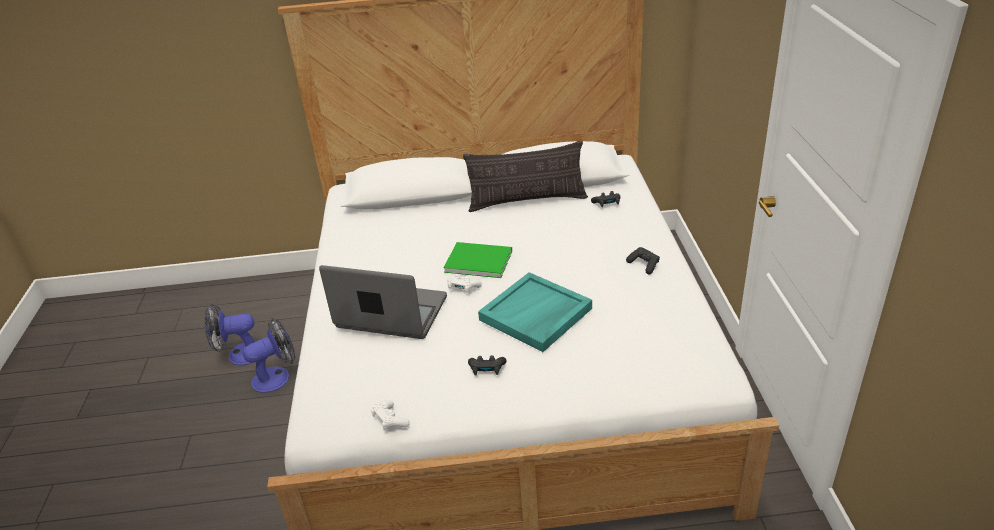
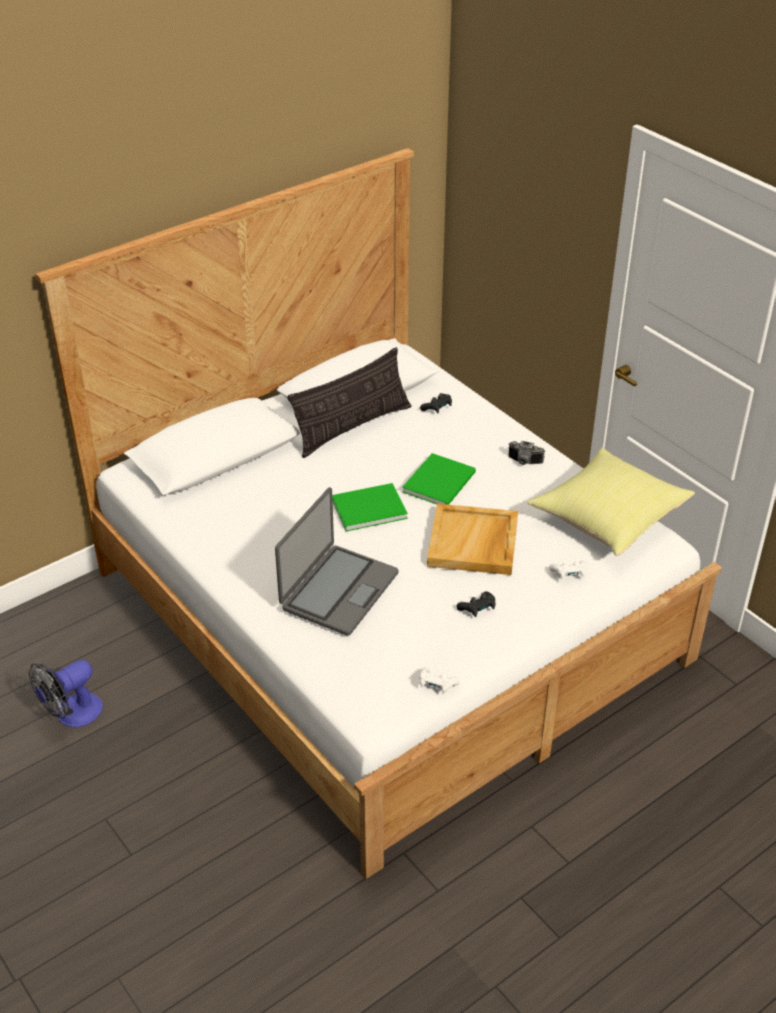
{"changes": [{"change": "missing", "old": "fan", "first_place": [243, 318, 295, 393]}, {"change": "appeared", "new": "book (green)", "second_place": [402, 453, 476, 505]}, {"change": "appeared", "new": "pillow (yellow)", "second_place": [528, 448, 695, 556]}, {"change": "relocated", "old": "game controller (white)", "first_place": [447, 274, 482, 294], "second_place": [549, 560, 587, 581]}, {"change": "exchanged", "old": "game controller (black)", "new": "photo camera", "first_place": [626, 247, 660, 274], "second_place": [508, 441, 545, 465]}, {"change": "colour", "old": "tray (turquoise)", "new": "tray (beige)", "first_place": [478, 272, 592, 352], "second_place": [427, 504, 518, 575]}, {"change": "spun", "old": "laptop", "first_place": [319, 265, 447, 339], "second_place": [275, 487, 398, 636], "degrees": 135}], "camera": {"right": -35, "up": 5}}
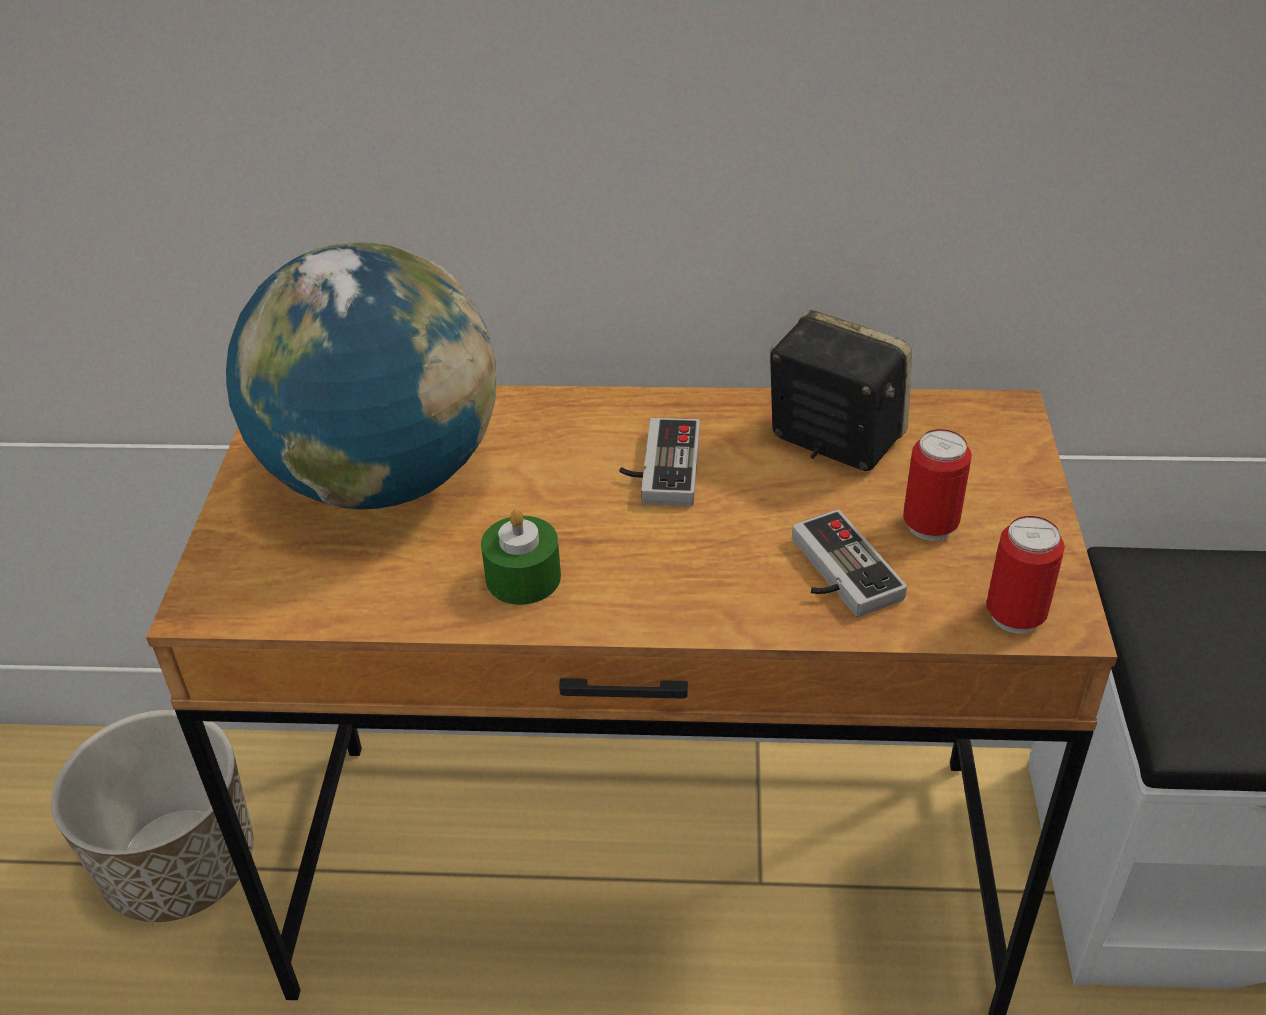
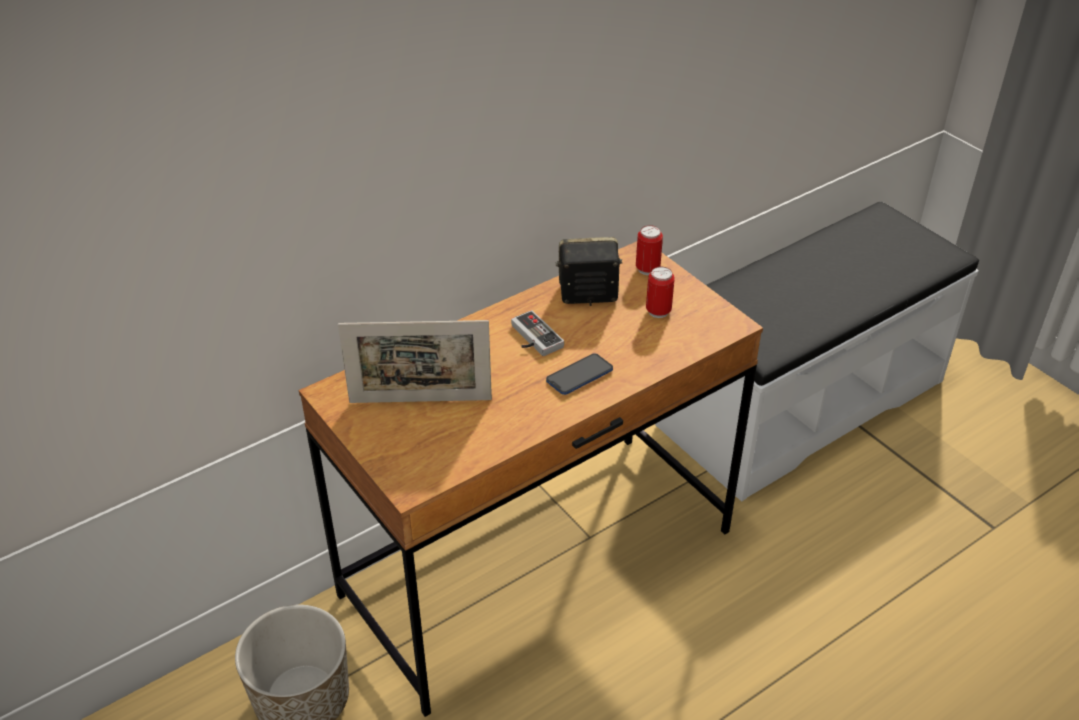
{"changes": [{"change": "missing", "old": "candle (green)", "first_place": [481, 509, 561, 605]}, {"change": "missing", "old": "game controller", "first_place": [792, 509, 907, 617]}, {"change": "appeared", "new": "phone", "second_place": [546, 354, 613, 395]}, {"change": "relocated", "old": "can", "first_place": [987, 516, 1065, 634], "second_place": [636, 225, 663, 275]}, {"change": "exchanged", "old": "globe", "new": "picture frame", "first_place": [226, 242, 497, 509], "second_place": [338, 320, 492, 403]}], "camera": {"right": -40, "up": 0}}
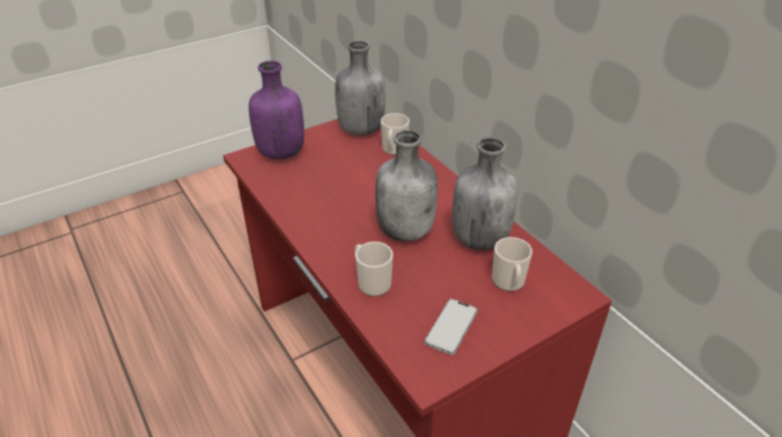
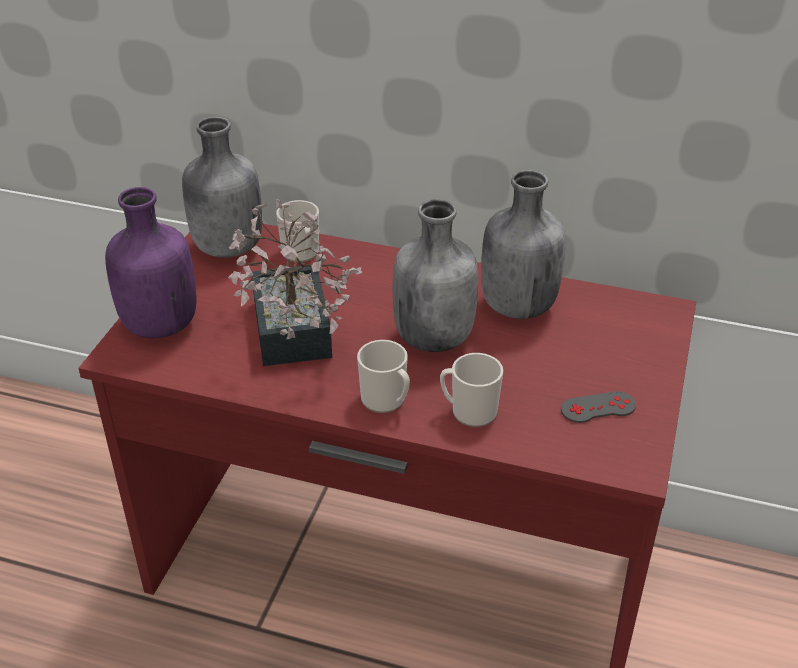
{"changes": [{"change": "appeared", "new": "potted plant", "second_place": [228, 199, 362, 366]}, {"change": "relocated", "old": "mug", "first_place": [492, 237, 532, 291], "second_place": [357, 340, 410, 413]}, {"change": "exchanged", "old": "phone", "new": "game controller (grey)", "first_place": [424, 299, 477, 355], "second_place": [561, 391, 636, 423]}], "camera": {"right": -40, "up": 0}}
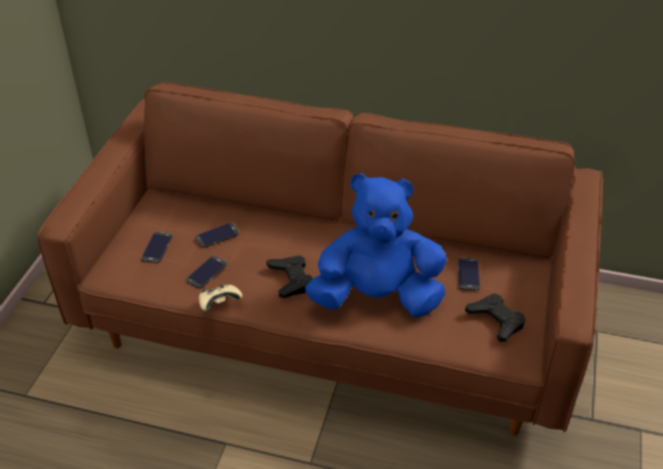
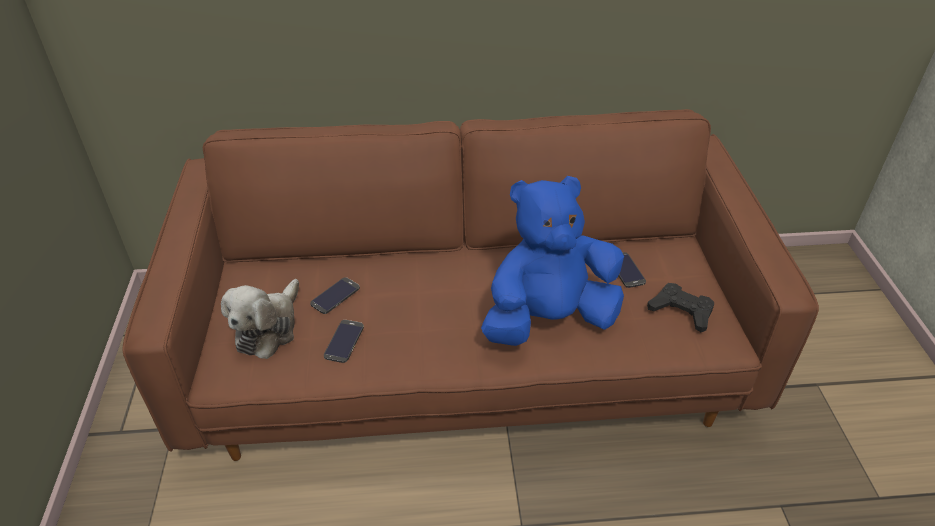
{"changes": [{"change": "missing", "old": "game controller (beige)", "first_place": [199, 284, 242, 311]}, {"change": "missing", "old": "game controller (black)", "first_place": [266, 255, 313, 298]}, {"change": "exchanged", "old": "phone", "new": "plush toy", "first_place": [141, 232, 172, 263], "second_place": [221, 279, 299, 359]}], "camera": {"right": -20, "up": 0}}
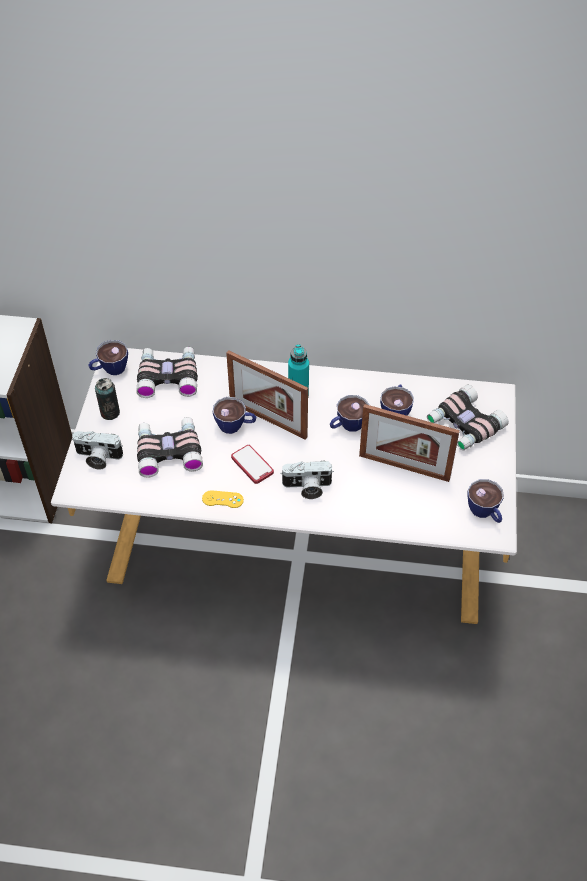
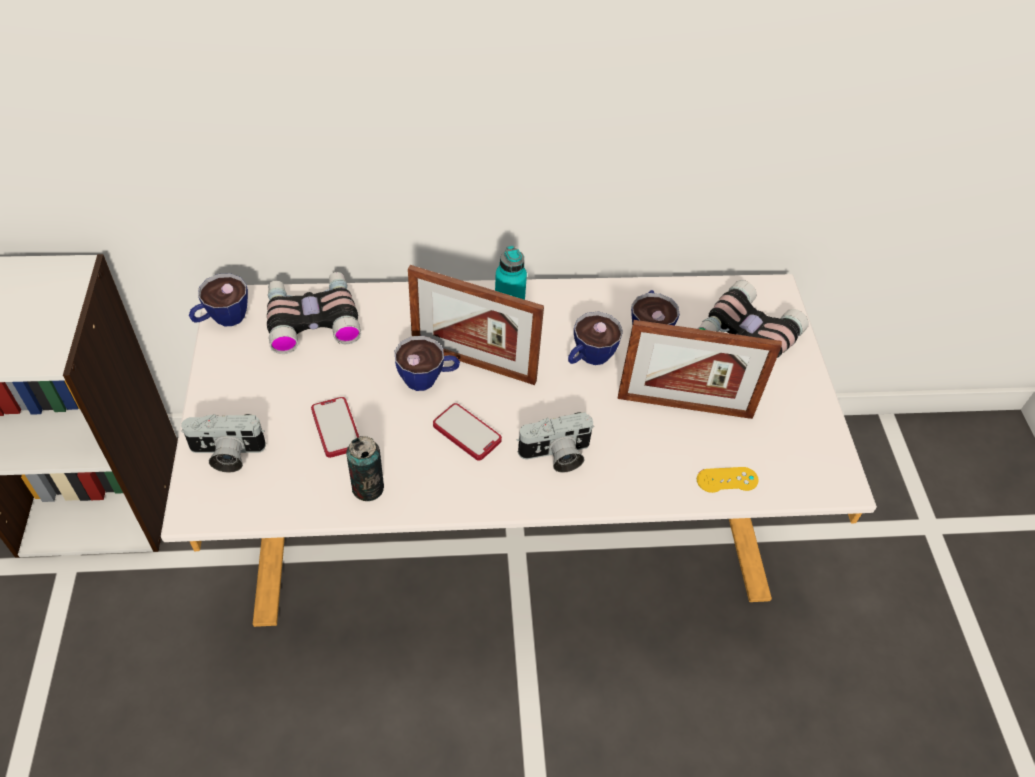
{"changes": [{"change": "missing", "old": "cup", "first_place": [467, 479, 504, 523]}, {"change": "relocated", "old": "can", "first_place": [95, 378, 120, 420], "second_place": [346, 436, 384, 501]}, {"change": "relocated", "old": "game controller (yellow)", "first_place": [202, 490, 244, 508], "second_place": [697, 467, 759, 493]}, {"change": "exchanged", "old": "binoculars", "new": "phone", "first_place": [137, 417, 203, 478], "second_place": [311, 397, 359, 458]}], "camera": {"right": -15, "up": 0}}
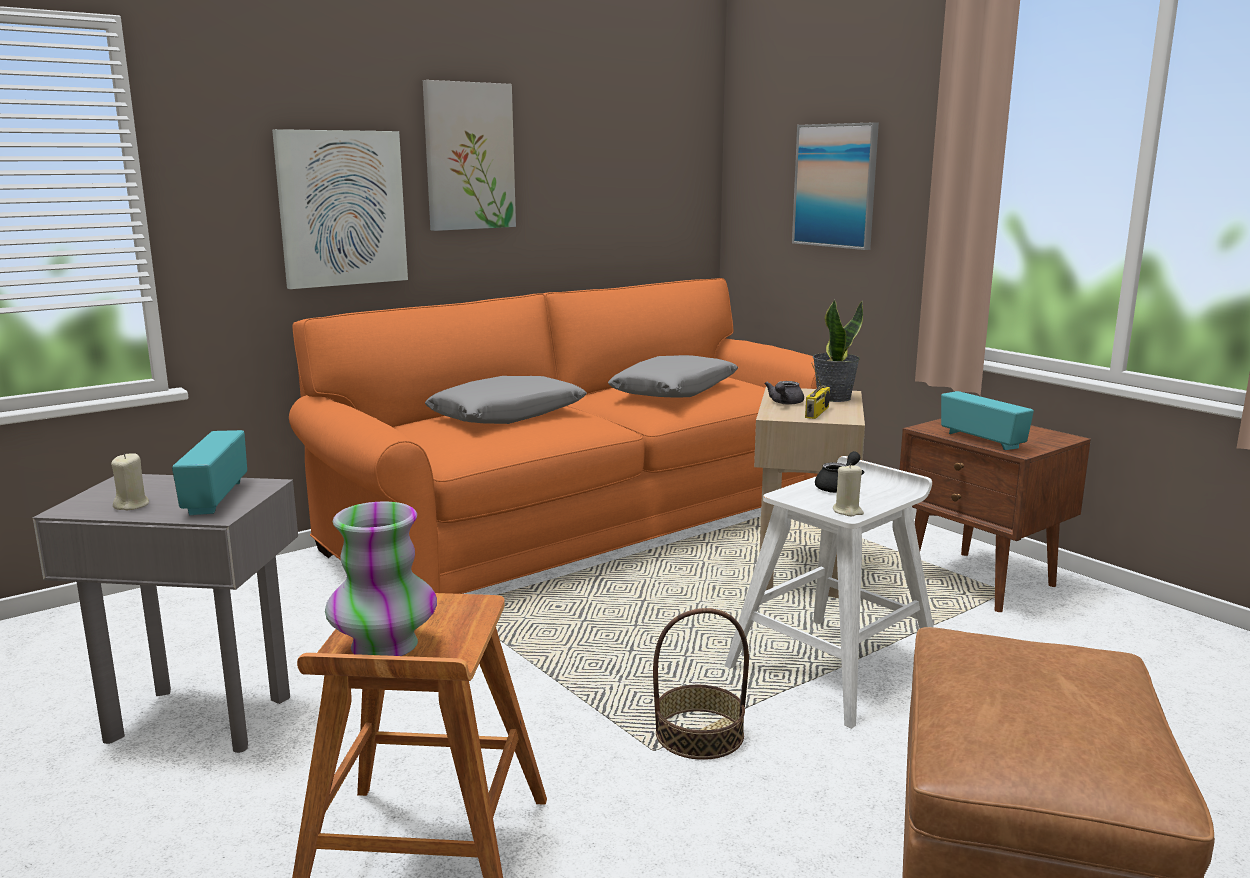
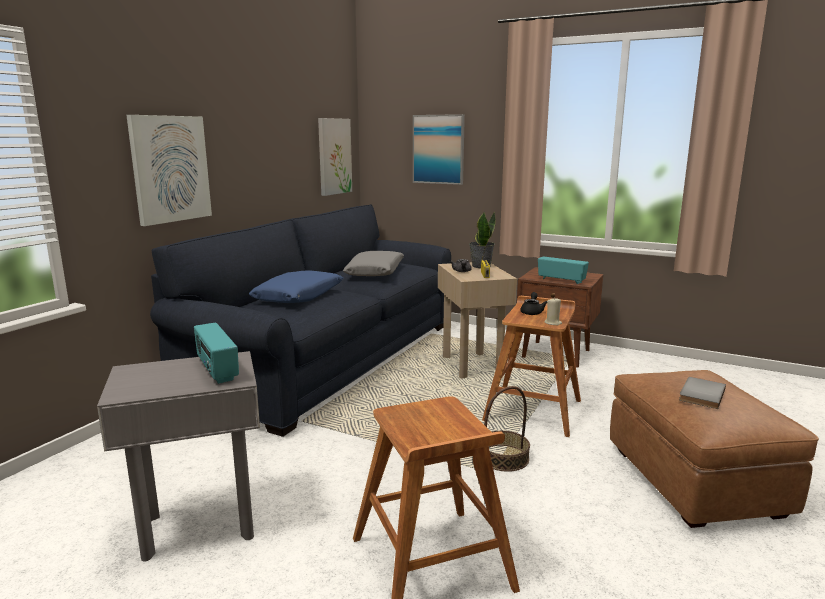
{"changes": [{"change": "missing", "old": "candle (beige)", "first_place": [111, 453, 149, 510]}, {"change": "missing", "old": "vase", "first_place": [325, 501, 437, 656]}, {"change": "appeared", "new": "book (grey)", "second_place": [679, 377, 726, 409]}, {"change": "relocated", "old": "picture", "first_place": [423, 80, 516, 231], "second_place": [318, 118, 352, 196]}, {"change": "colour", "old": "sofa (orange)", "new": "sofa (blue)", "first_place": [289, 278, 818, 594], "second_place": [150, 204, 451, 437]}, {"change": "colour", "old": "pillow (grey)", "new": "pillow (blue)", "first_place": [425, 376, 587, 424], "second_place": [249, 270, 343, 303]}, {"change": "colour", "old": "stool (white)", "new": "stool (brown)", "first_place": [725, 456, 933, 729], "second_place": [482, 296, 581, 437]}], "camera": {"right": -25, "up": 0}}
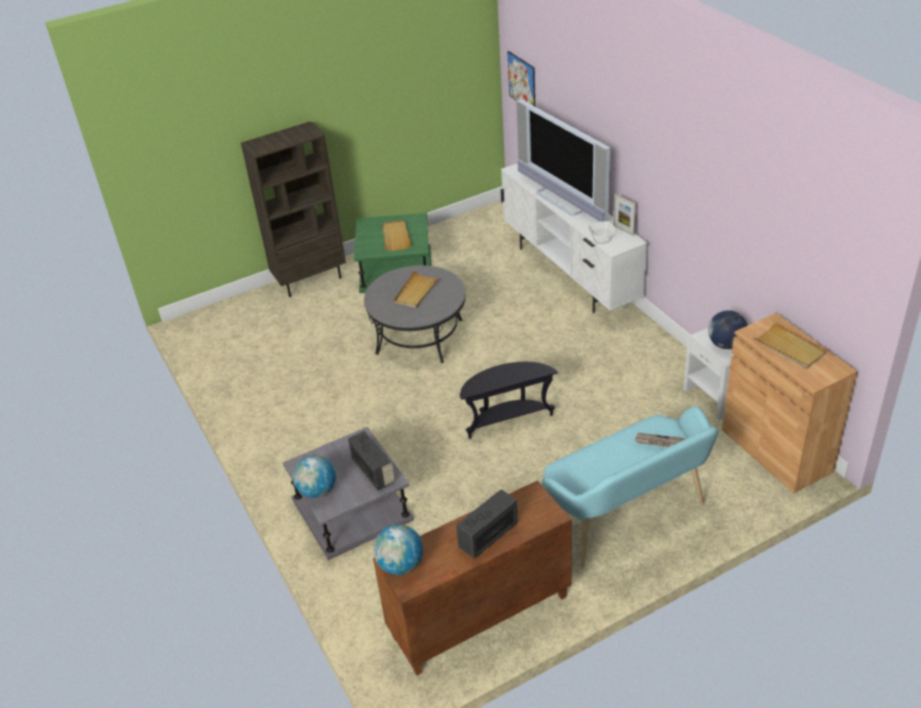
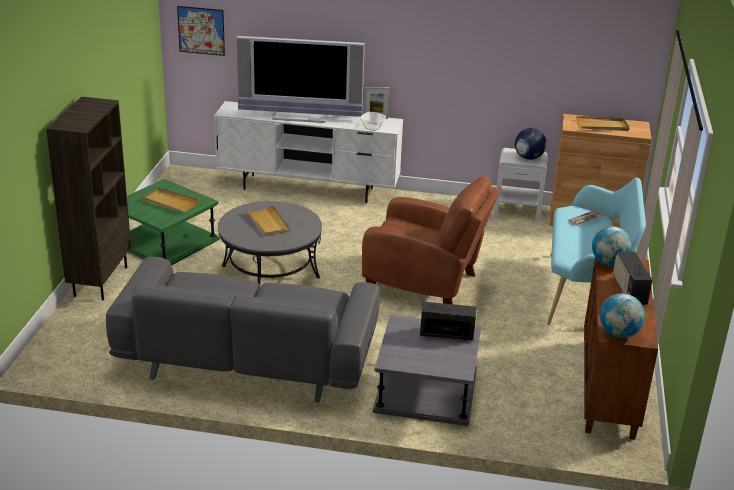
{"changes": [{"change": "appeared", "new": "sofa (grey)", "second_place": [106, 257, 380, 403]}, {"change": "relocated", "old": "globe", "first_place": [293, 455, 336, 498], "second_place": [592, 226, 633, 266]}, {"change": "exchanged", "old": "side table (black)", "new": "armchair (brown)", "first_place": [460, 362, 558, 439], "second_place": [362, 176, 500, 304]}], "camera": {"right": -55, "up": -10}}
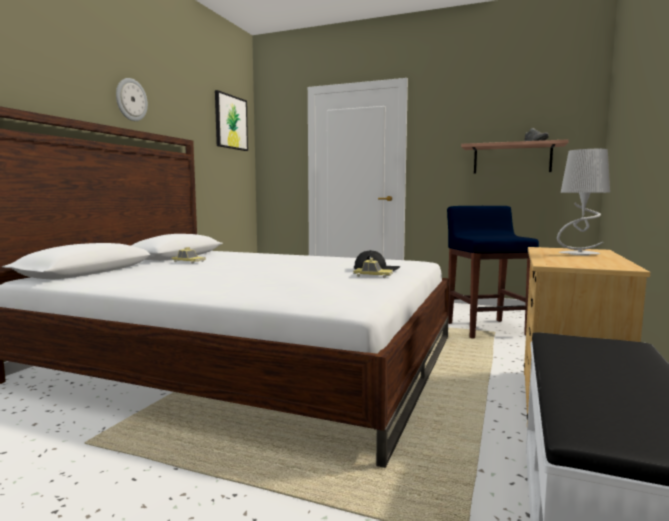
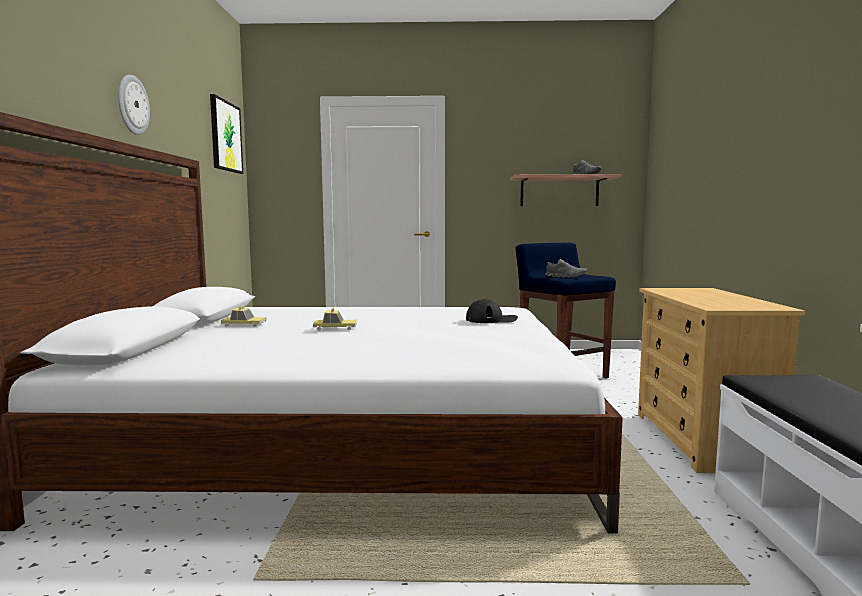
{"changes": [{"change": "missing", "old": "table lamp (grey)", "first_place": [557, 149, 610, 255]}, {"change": "appeared", "new": "shoe (grey)", "second_place": [545, 259, 587, 278]}, {"change": "relocated", "old": "toy car", "first_place": [353, 258, 393, 278], "second_place": [313, 308, 357, 330]}], "camera": {"right": -20, "up": 0}}
